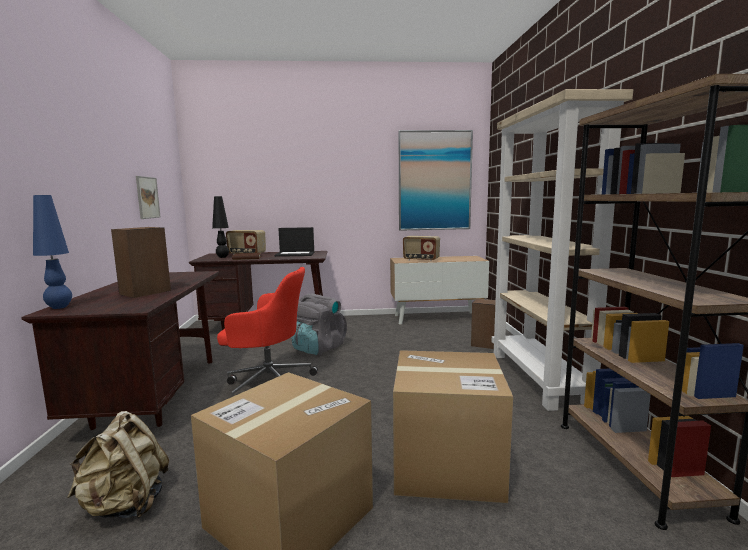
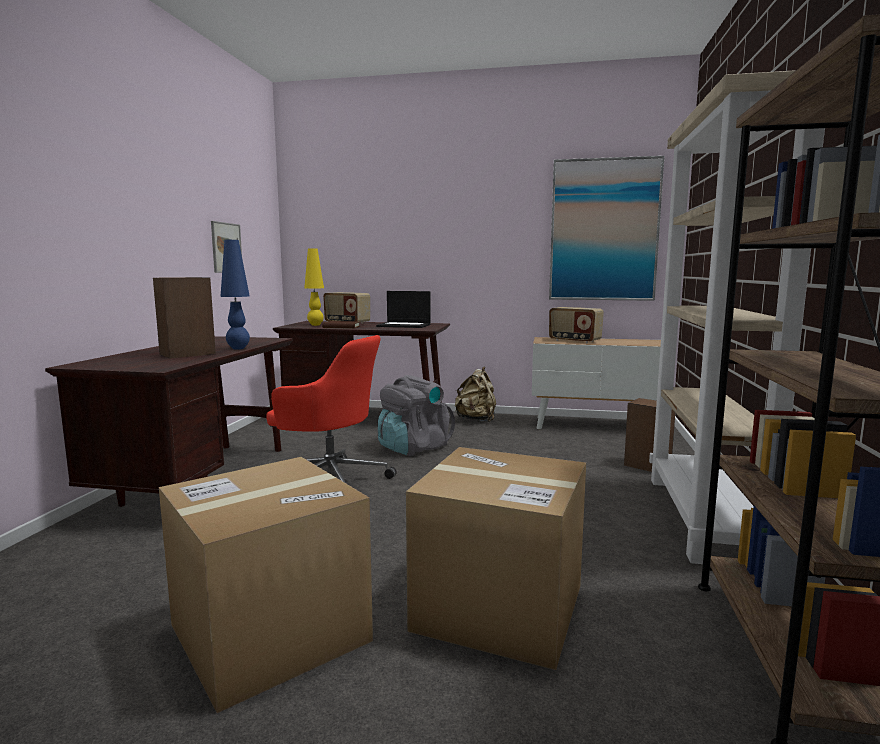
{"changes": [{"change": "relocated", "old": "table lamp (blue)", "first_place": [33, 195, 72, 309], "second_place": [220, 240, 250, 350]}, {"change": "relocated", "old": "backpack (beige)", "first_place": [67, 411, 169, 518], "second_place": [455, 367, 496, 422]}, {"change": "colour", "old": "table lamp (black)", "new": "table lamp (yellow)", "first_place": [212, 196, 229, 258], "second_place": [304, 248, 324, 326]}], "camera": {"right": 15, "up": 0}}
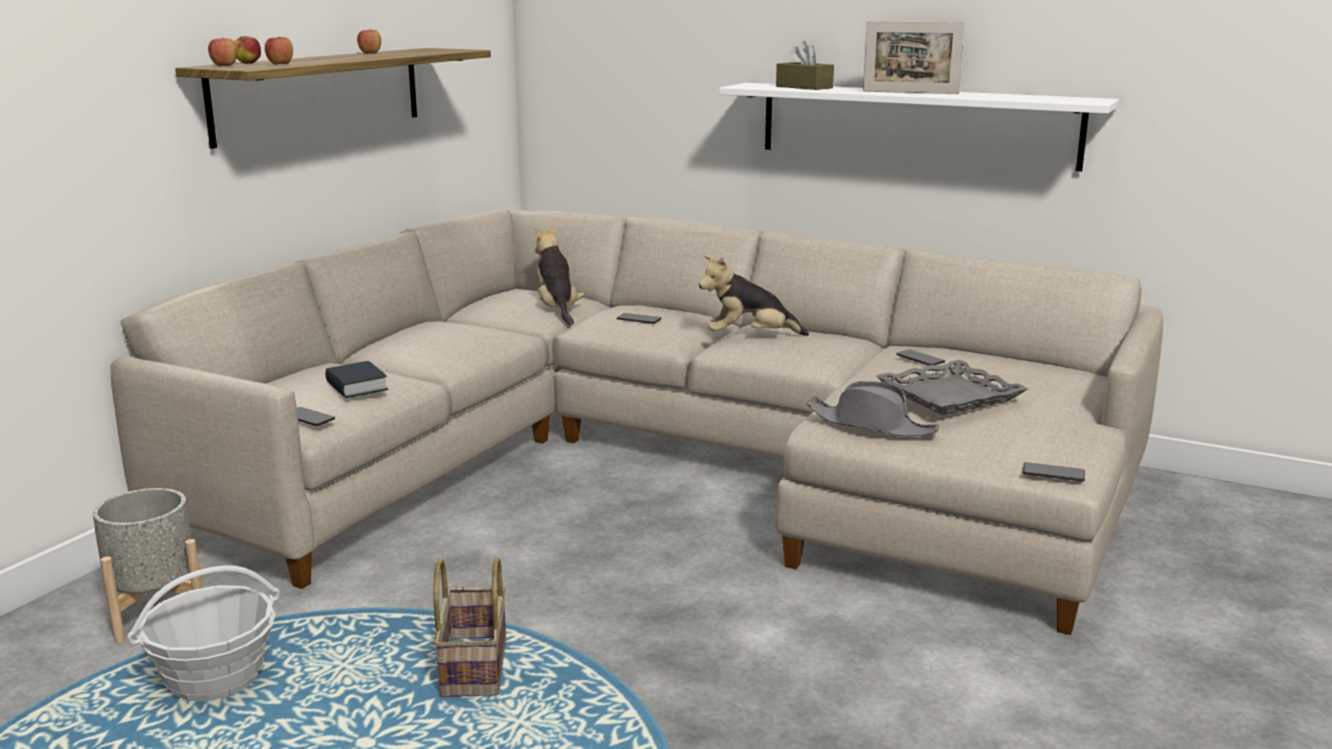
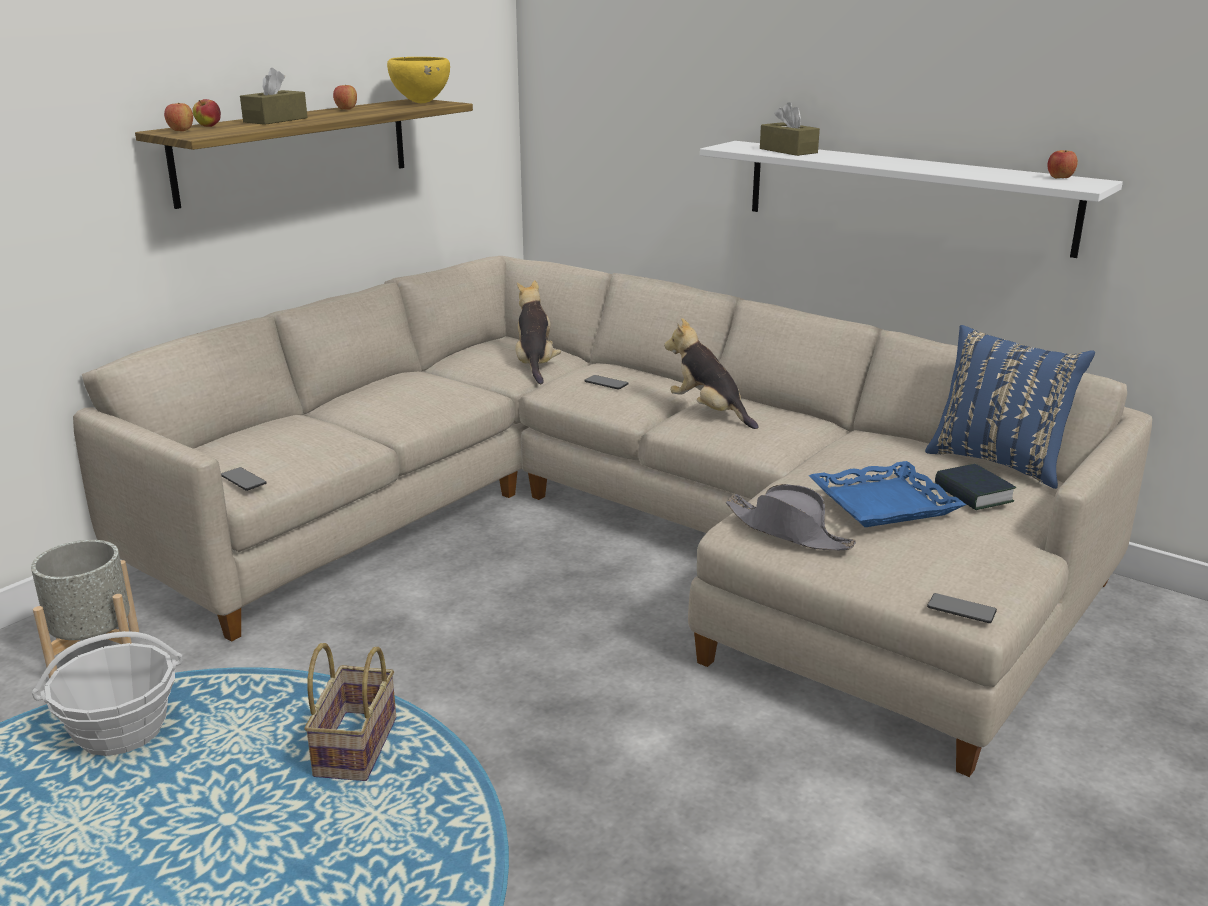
{"changes": [{"change": "missing", "old": "picture frame", "first_place": [863, 21, 965, 94]}, {"change": "missing", "old": "phone", "first_place": [896, 349, 945, 365]}, {"change": "appeared", "new": "tissue box (brown)", "second_place": [240, 68, 308, 125]}, {"change": "appeared", "new": "bowl (yellow)", "second_place": [387, 57, 450, 103]}, {"change": "appeared", "new": "pillow (blue)", "second_place": [925, 325, 1095, 489]}, {"change": "relocated", "old": "apple", "first_place": [265, 36, 293, 65], "second_place": [1047, 150, 1078, 178]}, {"change": "relocated", "old": "book", "first_place": [325, 361, 388, 399], "second_place": [935, 464, 1016, 510]}, {"change": "colour", "old": "tray (grey)", "new": "tray (blue)", "first_place": [876, 360, 1028, 415], "second_place": [809, 461, 966, 527]}, {"change": "spun", "old": "plush toy", "first_place": [699, 255, 809, 336], "second_place": [664, 318, 759, 429], "degrees": 45}], "camera": {"right": 10, "up": 5}}
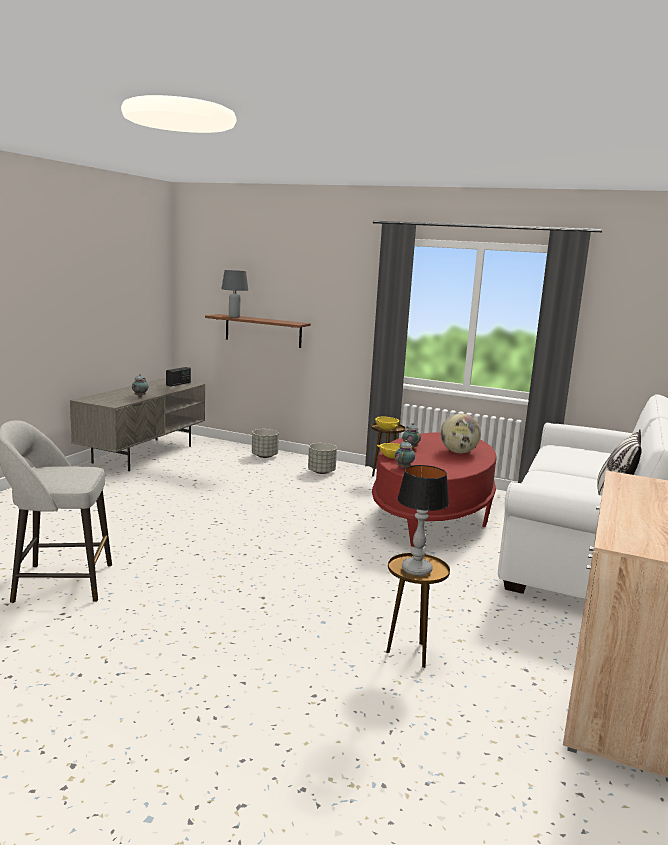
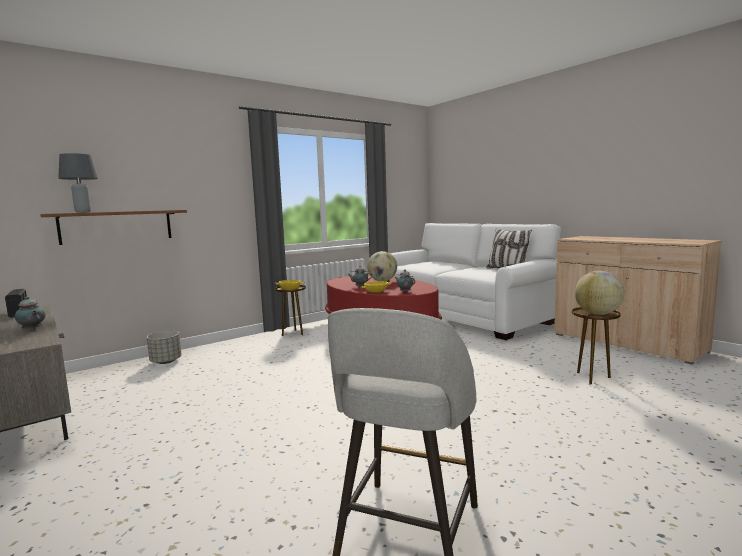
{"changes": [{"change": "missing", "old": "planter (grey)", "first_place": [308, 443, 337, 474]}, {"change": "exchanged", "old": "table lamp", "new": "globe", "first_place": [397, 465, 449, 576], "second_place": [575, 271, 624, 315]}], "camera": {"right": -60, "up": -5}}
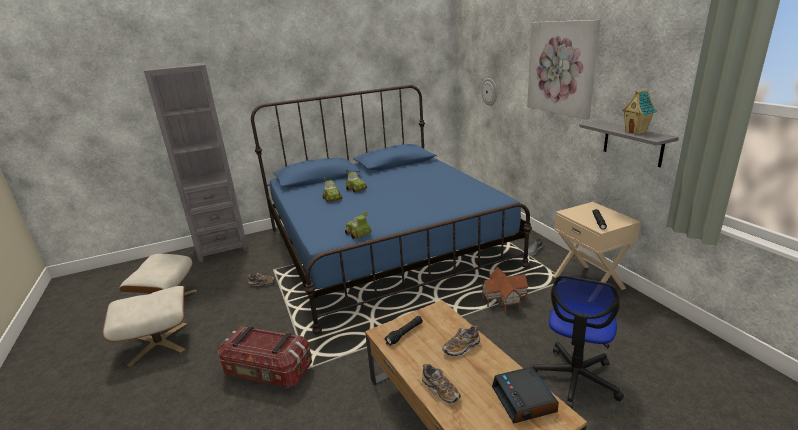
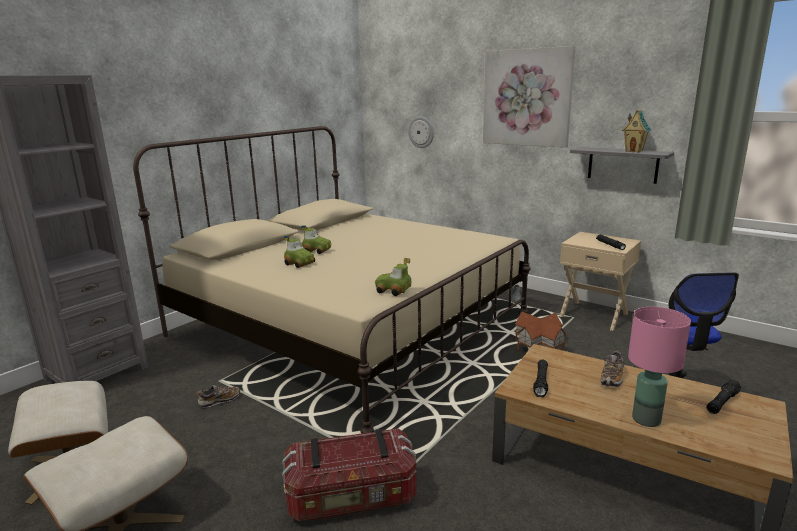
{"changes": [{"change": "exchanged", "old": "shoe", "new": "table lamp (pink)", "first_place": [422, 363, 461, 404], "second_place": [628, 307, 691, 427]}, {"change": "exchanged", "old": "alarm clock", "new": "flashlight (black)", "first_place": [492, 367, 559, 424], "second_place": [706, 379, 741, 414]}, {"change": "colour", "old": "bed (blue)", "new": "bed (beige)", "first_place": [251, 85, 532, 334], "second_place": [133, 126, 531, 434]}], "camera": {"right": -30, "up": -5}}
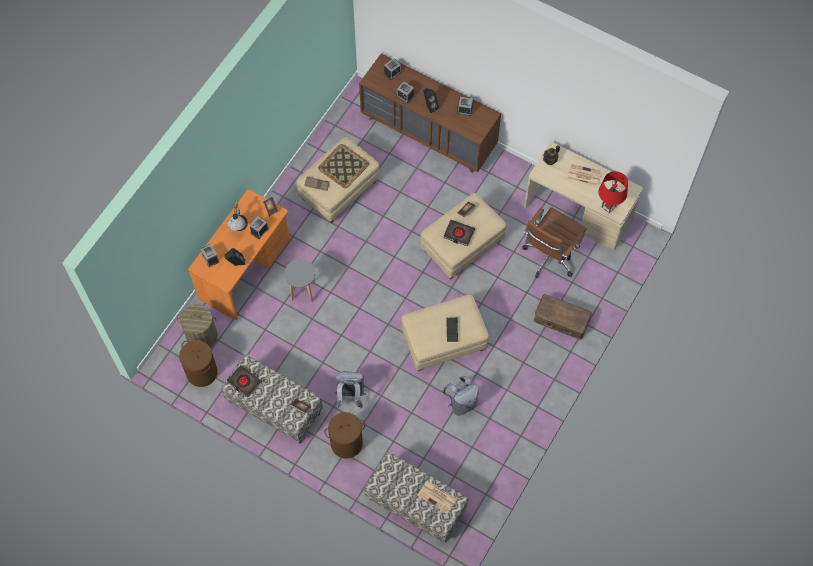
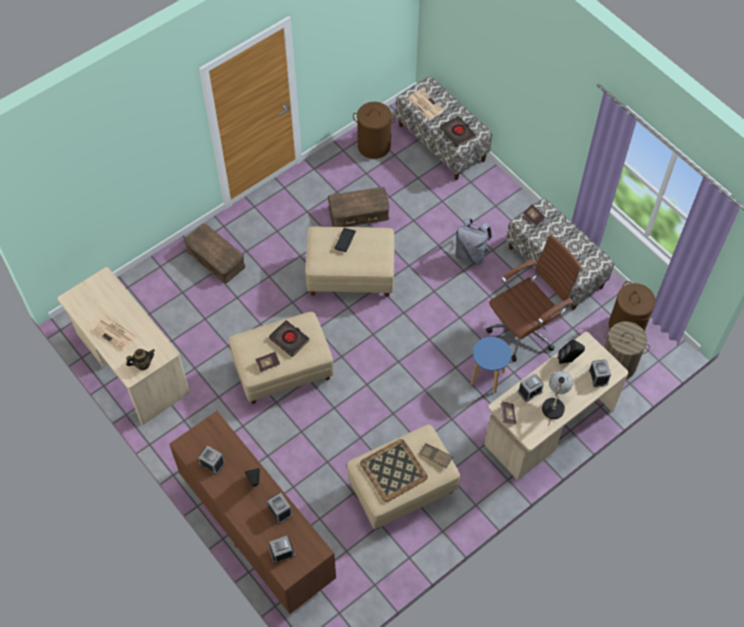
{"changes": [{"change": "missing", "old": "table lamp (red)", "first_place": [598, 171, 628, 213]}, {"change": "relocated", "old": "book (black)", "first_place": [227, 365, 262, 398], "second_place": [440, 116, 476, 147]}, {"change": "relocated", "old": "laundry basket (brown)", "first_place": [325, 412, 365, 459], "second_place": [353, 102, 396, 159]}, {"change": "relocated", "old": "office chair (brown)", "first_place": [522, 207, 587, 278], "second_place": [486, 234, 582, 362]}, {"change": "exchanged", "old": "backpack (grey)", "new": "storage box (brown)", "first_place": [442, 376, 479, 416], "second_place": [328, 187, 390, 227]}, {"change": "colour", "old": "desk (orange)", "new": "desk (beige)", "first_place": [188, 190, 290, 320], "second_place": [485, 332, 629, 480]}, {"change": "colour", "old": "stool (grey)", "new": "stool (blue)", "first_place": [284, 259, 316, 302], "second_place": [471, 337, 511, 393]}], "camera": {"right": -160, "up": -5}}
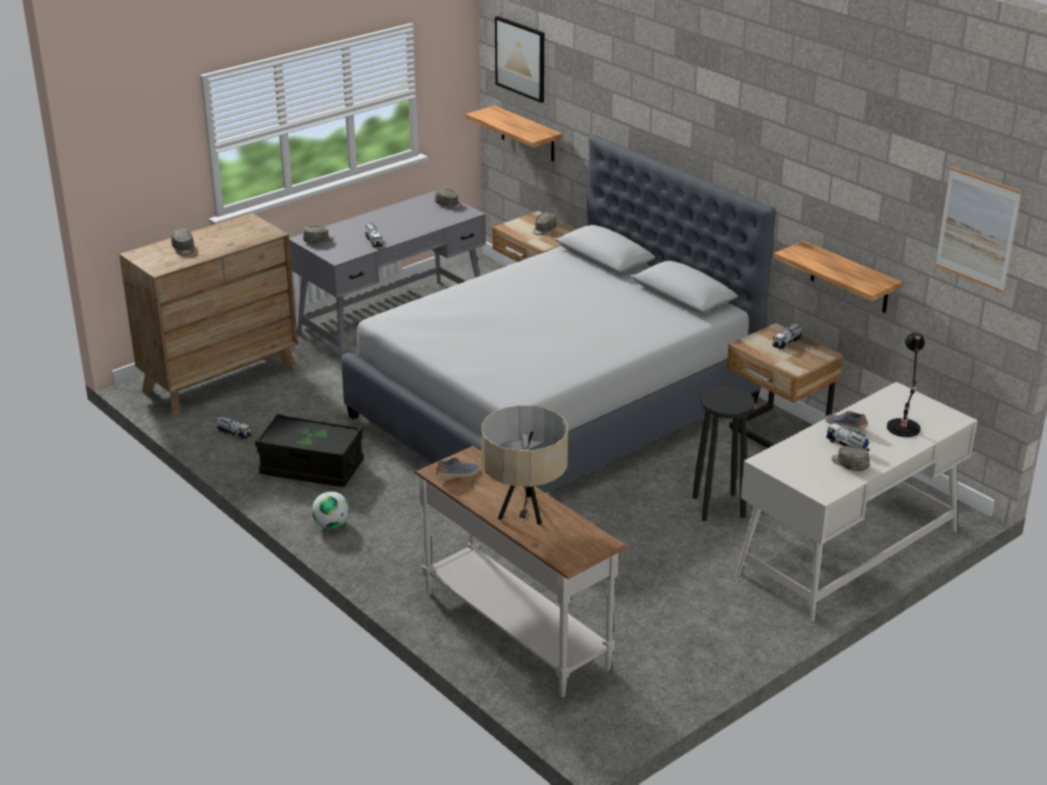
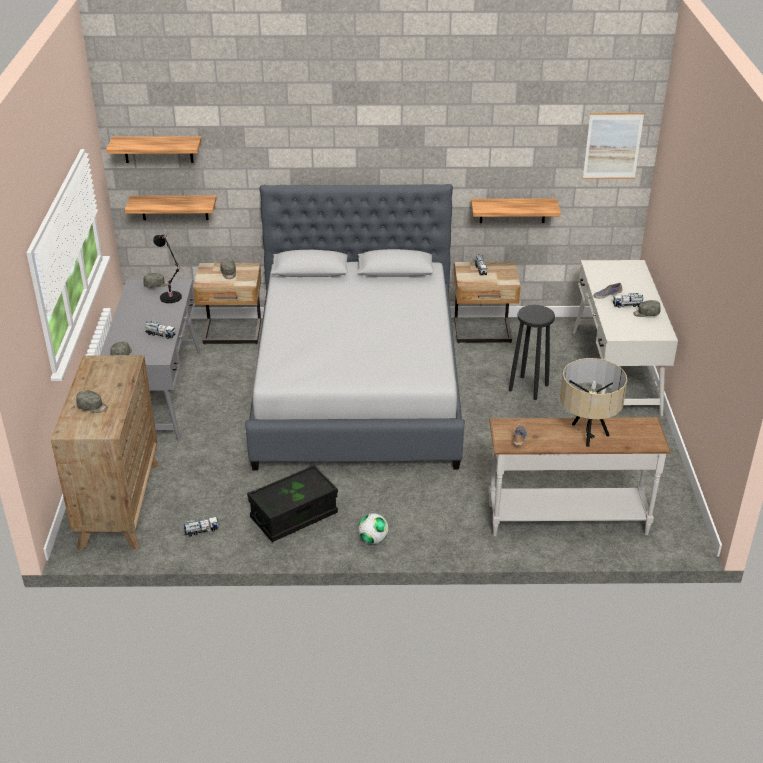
{"changes": [{"change": "relocated", "old": "table lamp (black)", "first_place": [887, 333, 925, 437], "second_place": [153, 234, 182, 303]}, {"change": "exchanged", "old": "picture", "new": "shelf", "first_place": [495, 16, 544, 103], "second_place": [106, 136, 202, 163]}], "camera": {"right": -50, "up": 5}}
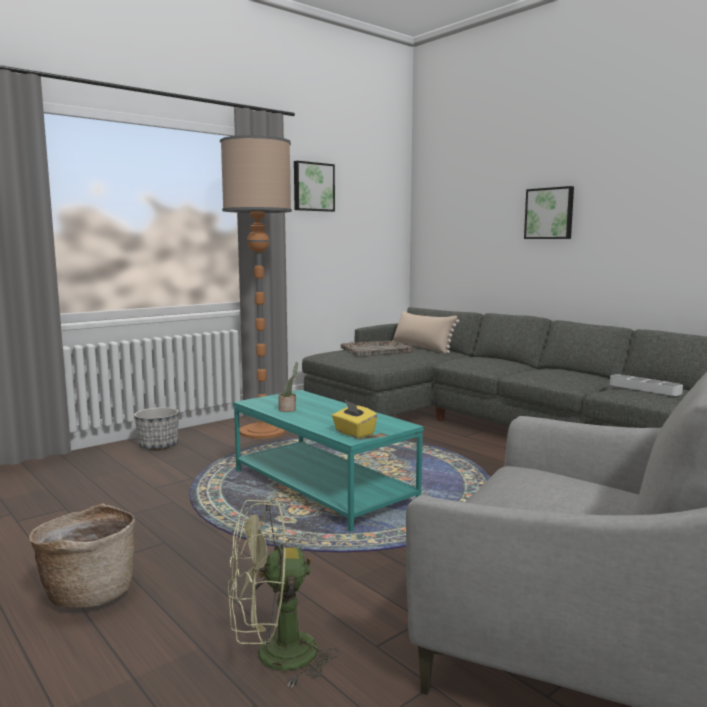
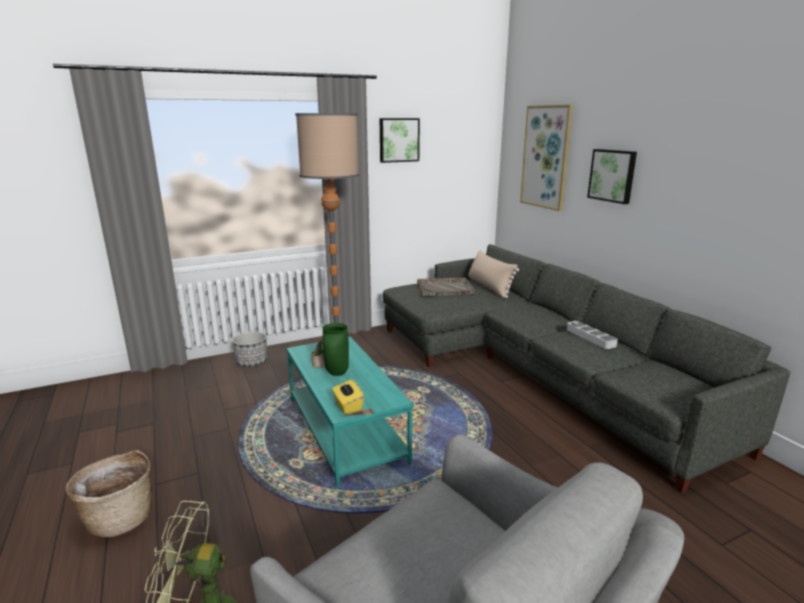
{"changes": [{"change": "appeared", "new": "vase (green)", "second_place": [322, 323, 349, 376]}, {"change": "appeared", "new": "picture", "second_place": [520, 105, 573, 211]}, {"change": "relocated", "old": "tray (grey)", "first_place": [610, 374, 683, 396], "second_place": [567, 321, 618, 349]}], "camera": {"right": 15, "up": 10}}
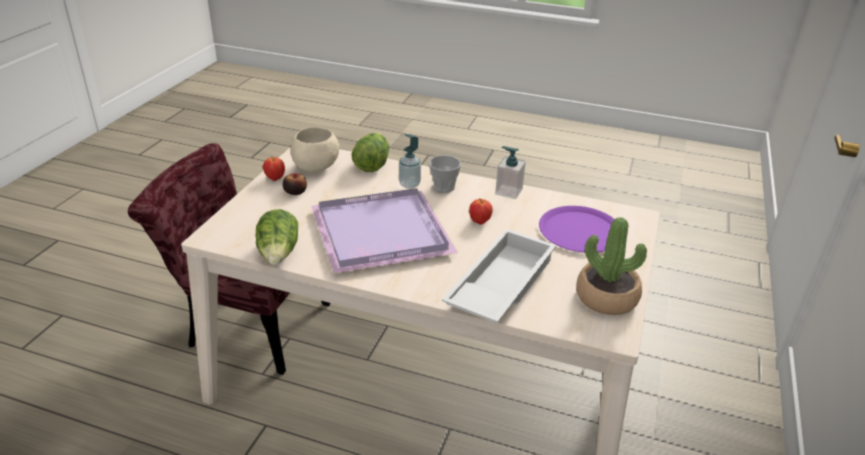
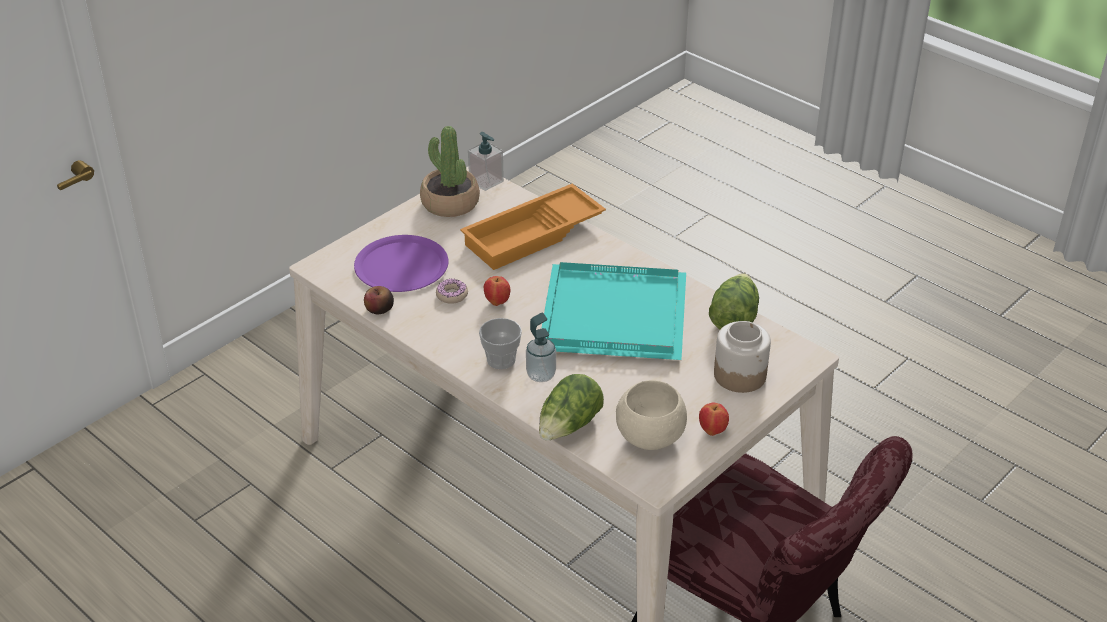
{"changes": [{"change": "appeared", "new": "donut", "second_place": [436, 278, 468, 304]}, {"change": "appeared", "new": "jar", "second_place": [714, 321, 771, 393]}, {"change": "relocated", "old": "apple", "first_place": [282, 173, 307, 195], "second_place": [364, 286, 394, 314]}, {"change": "relocated", "old": "soap dispenser", "first_place": [495, 146, 526, 199], "second_place": [468, 132, 504, 191]}, {"change": "colour", "old": "tray (purple)", "new": "tray (turquoise)", "first_place": [311, 188, 458, 274], "second_place": [541, 262, 686, 360]}, {"change": "colour", "old": "tray (white)", "new": "tray (orange)", "first_place": [442, 229, 556, 323], "second_place": [460, 184, 606, 270]}], "camera": {"right": -155, "up": 5}}
